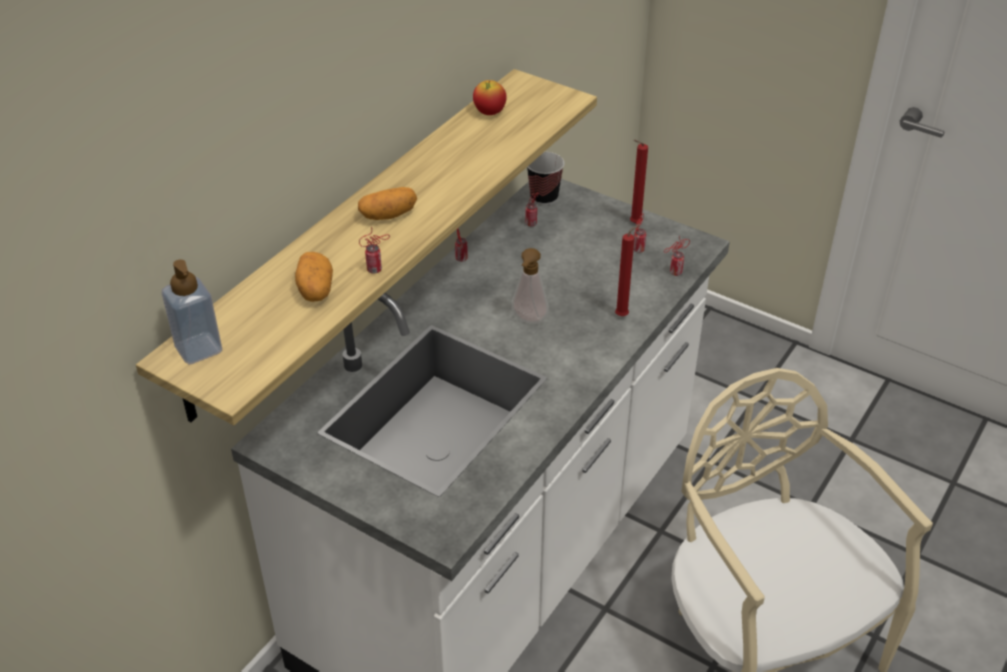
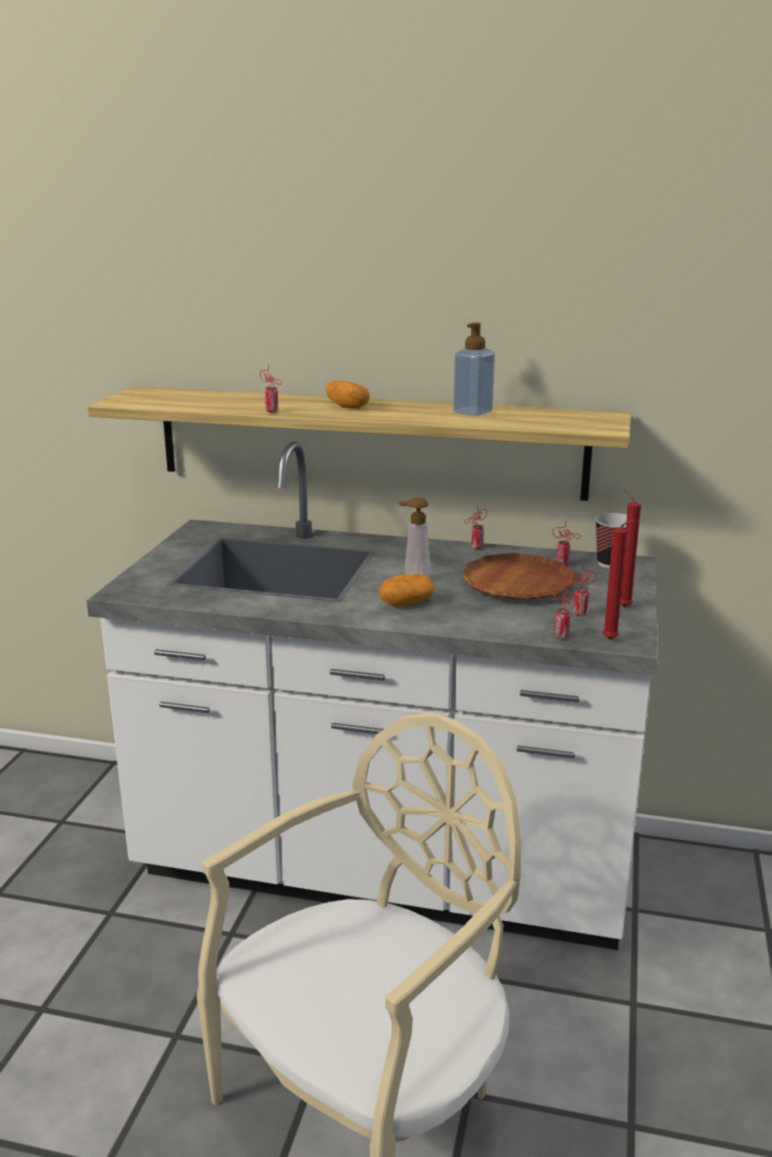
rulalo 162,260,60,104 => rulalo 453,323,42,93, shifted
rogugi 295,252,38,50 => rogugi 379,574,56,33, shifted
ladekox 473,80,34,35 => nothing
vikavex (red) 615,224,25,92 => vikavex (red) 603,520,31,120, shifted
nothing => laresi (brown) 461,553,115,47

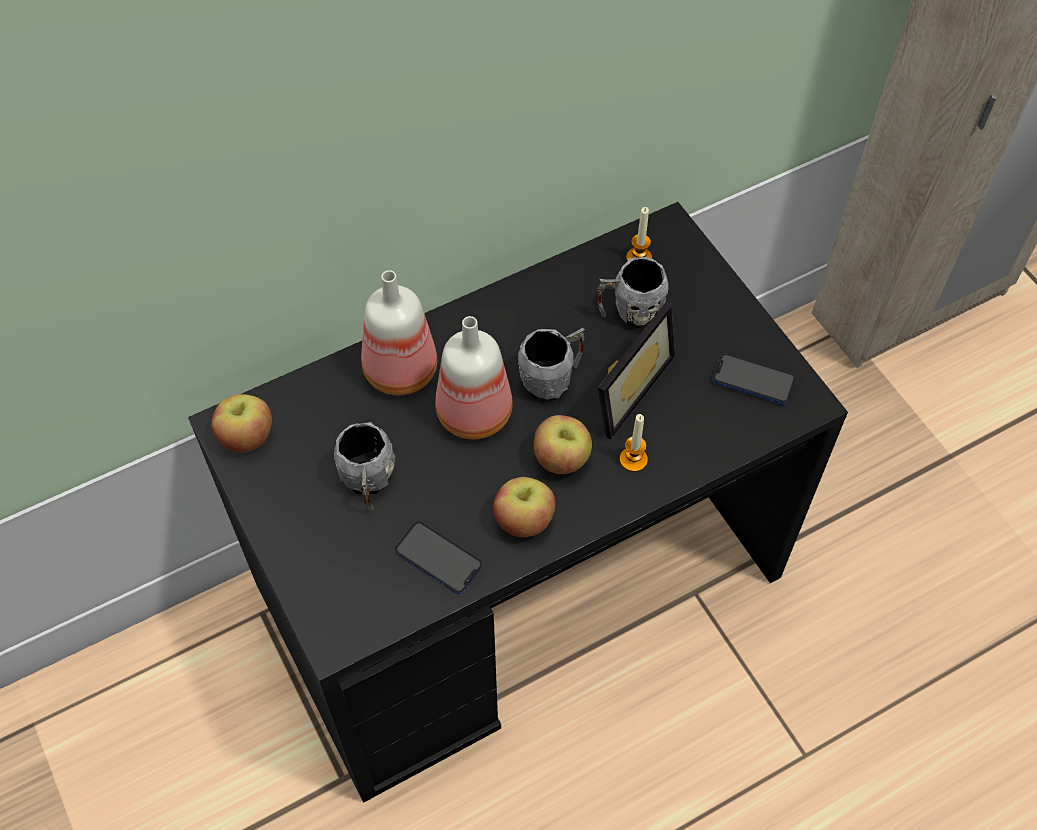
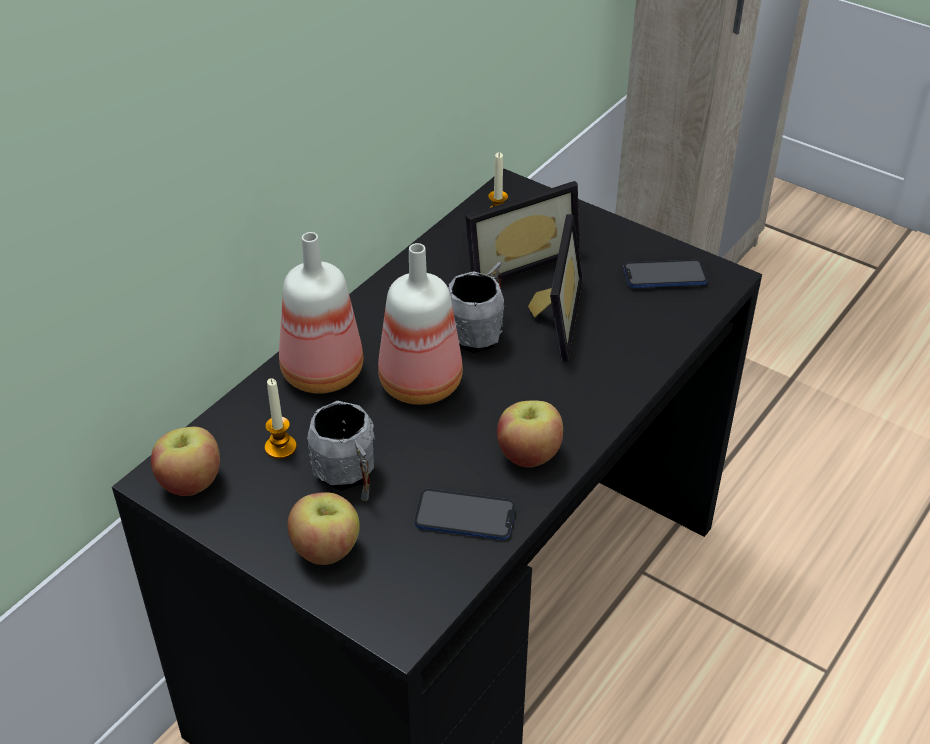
ladekox 534,415,58,59 => ladekox 288,492,72,73, shifted
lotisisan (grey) 598,257,71,71 => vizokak 465,181,115,99
vikavex 620,414,28,58 => vikavex 265,378,32,81, shifted

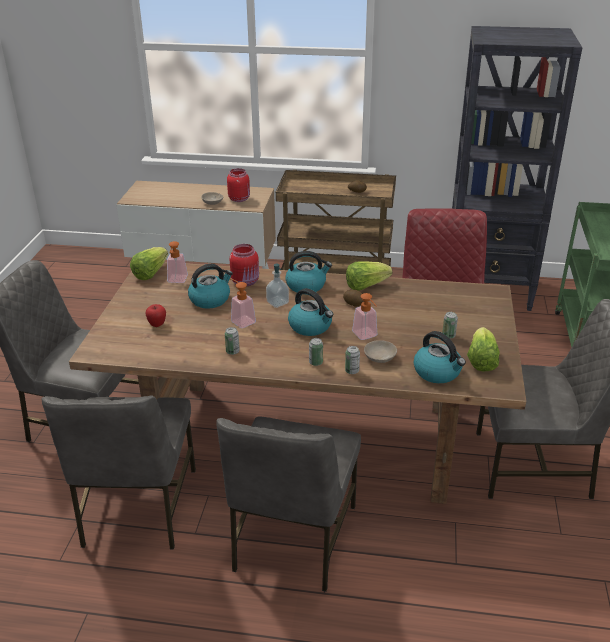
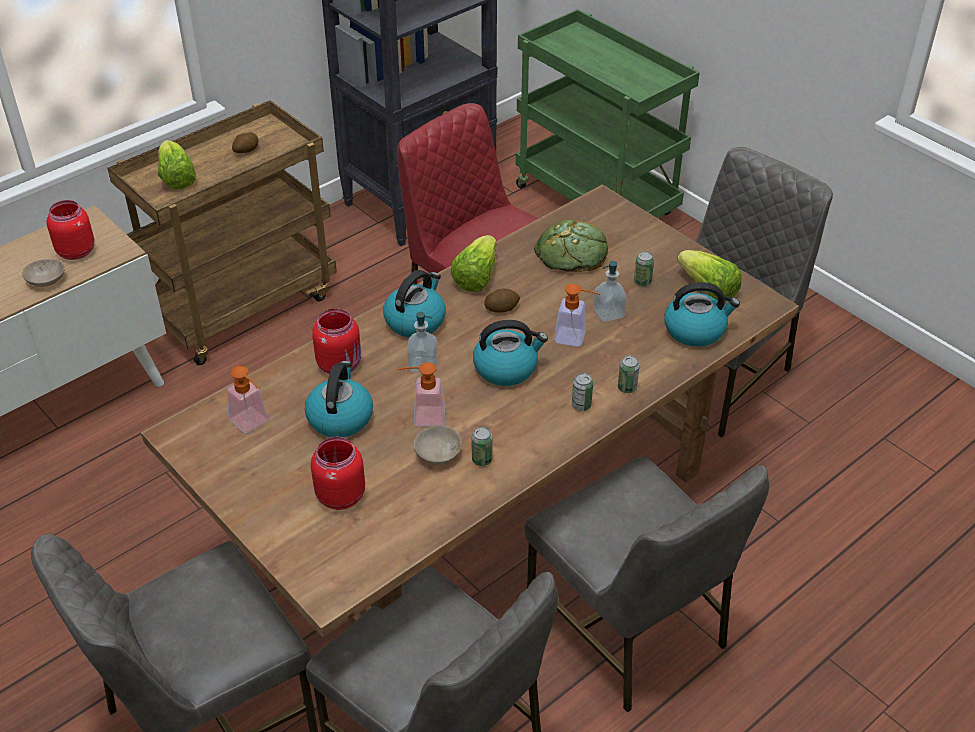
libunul 130,247,38,33 => libunul 158,140,38,49, shifted
ladekox 146,304,20,23 => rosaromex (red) 311,437,54,73
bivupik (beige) 364,340,33,23 => bivupik (beige) 413,425,49,39, shifted
nothing => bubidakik 534,220,74,52
nothing => rulalo 593,261,34,61

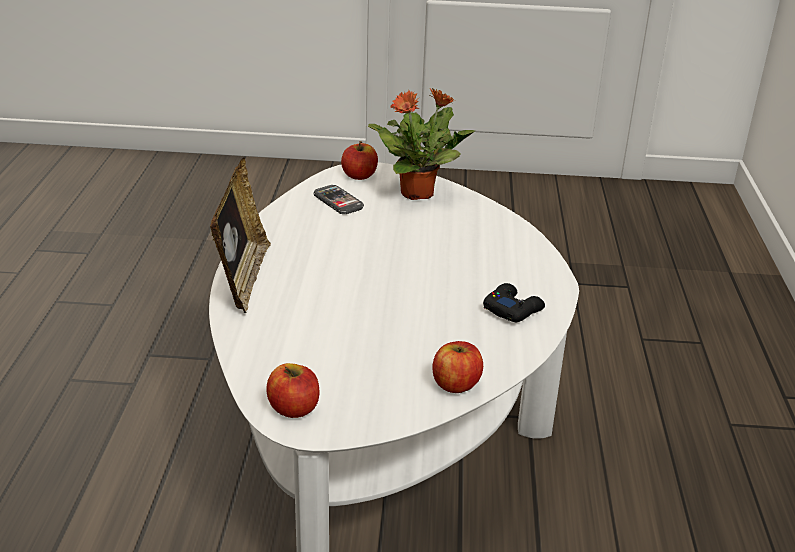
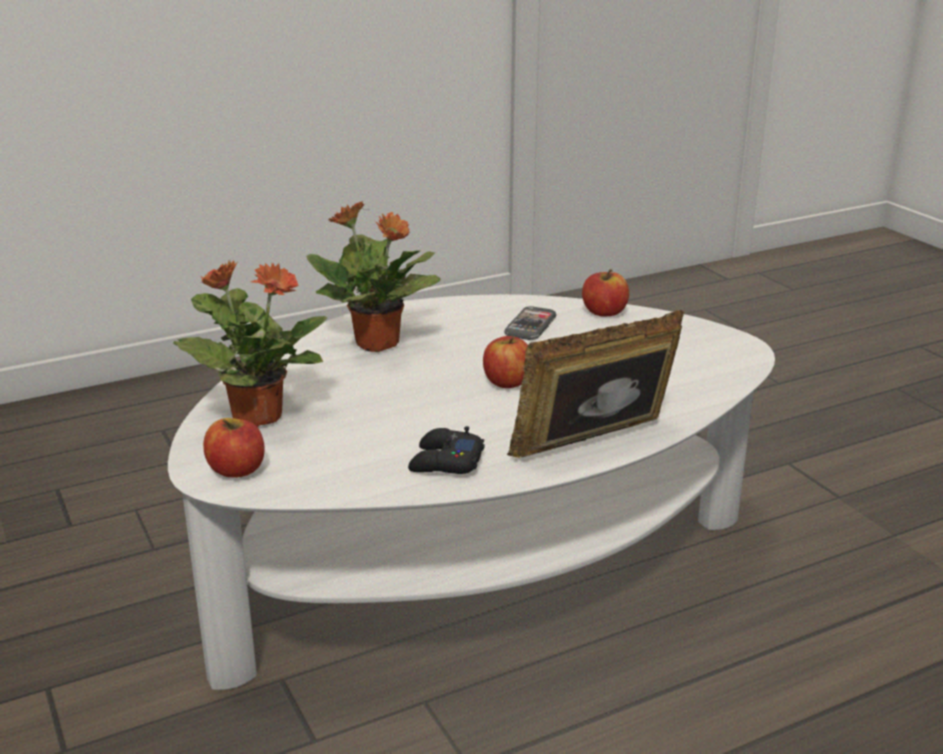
ladekox 266,363,53,55 => ladekox 483,336,45,52, shifted
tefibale 313,185,51,29 => tefibale 504,306,52,34, shifted
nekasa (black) 483,283,62,39 => nekasa (black) 408,426,76,48, shifted
nothing => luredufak 306,201,135,151

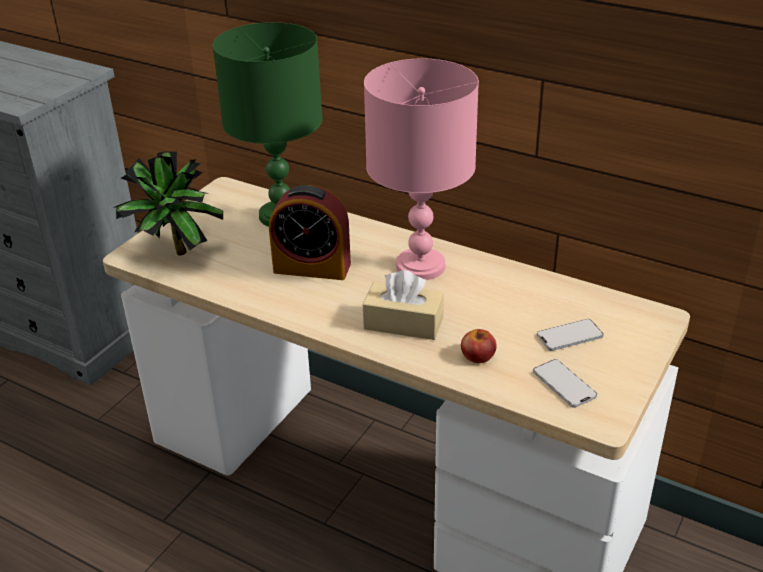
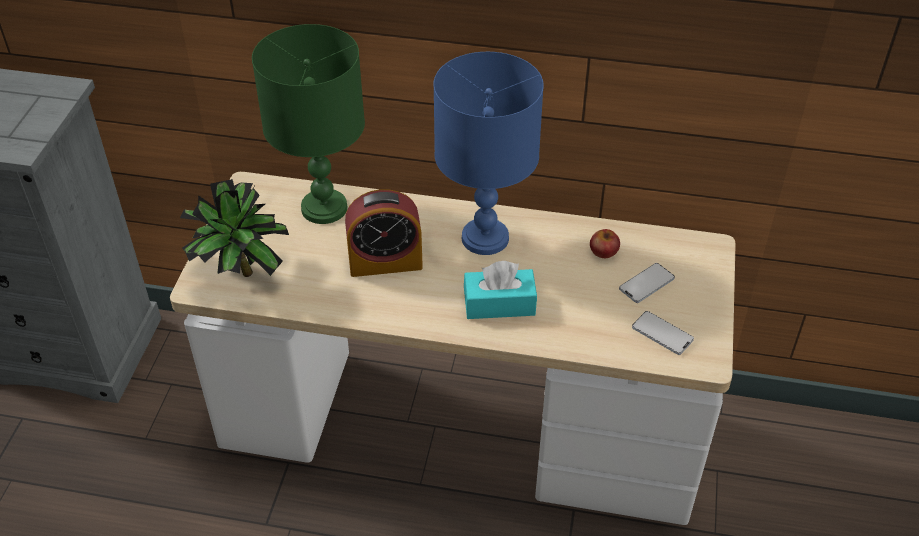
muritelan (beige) 363,270,81,70 => muritelan (turquoise) 464,261,73,58
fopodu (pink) 364,58,115,222 => fopodu (blue) 433,52,111,203
ladekox 461,329,36,34 => ladekox 590,229,30,29, shifted

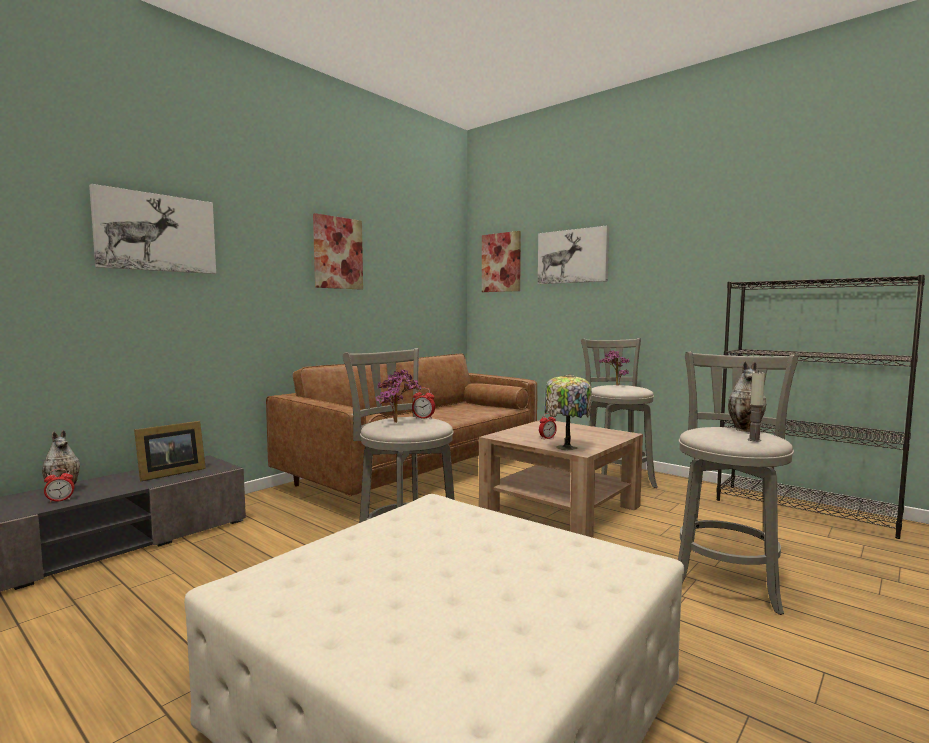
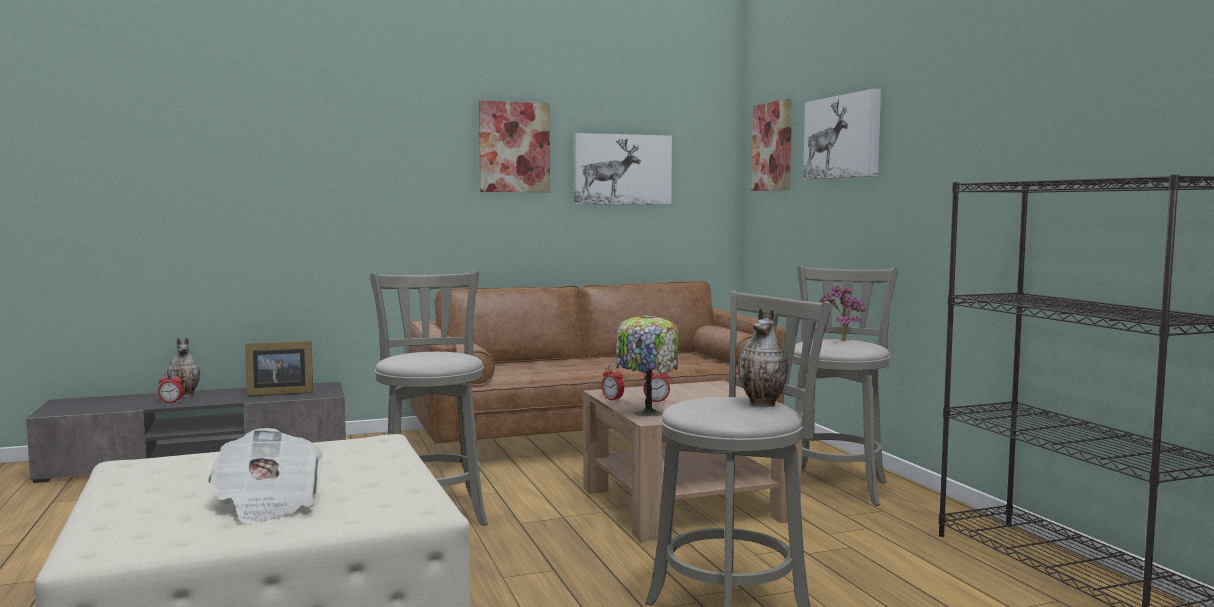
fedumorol 89,184,127,90 => fedumorol 574,133,98,71, shifted
luredufak 375,369,46,54 => nothing
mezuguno 412,388,23,31 => mezuguno 602,365,22,37, shifted
vikavex 748,371,17,71 => nothing
nothing => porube 208,428,115,96

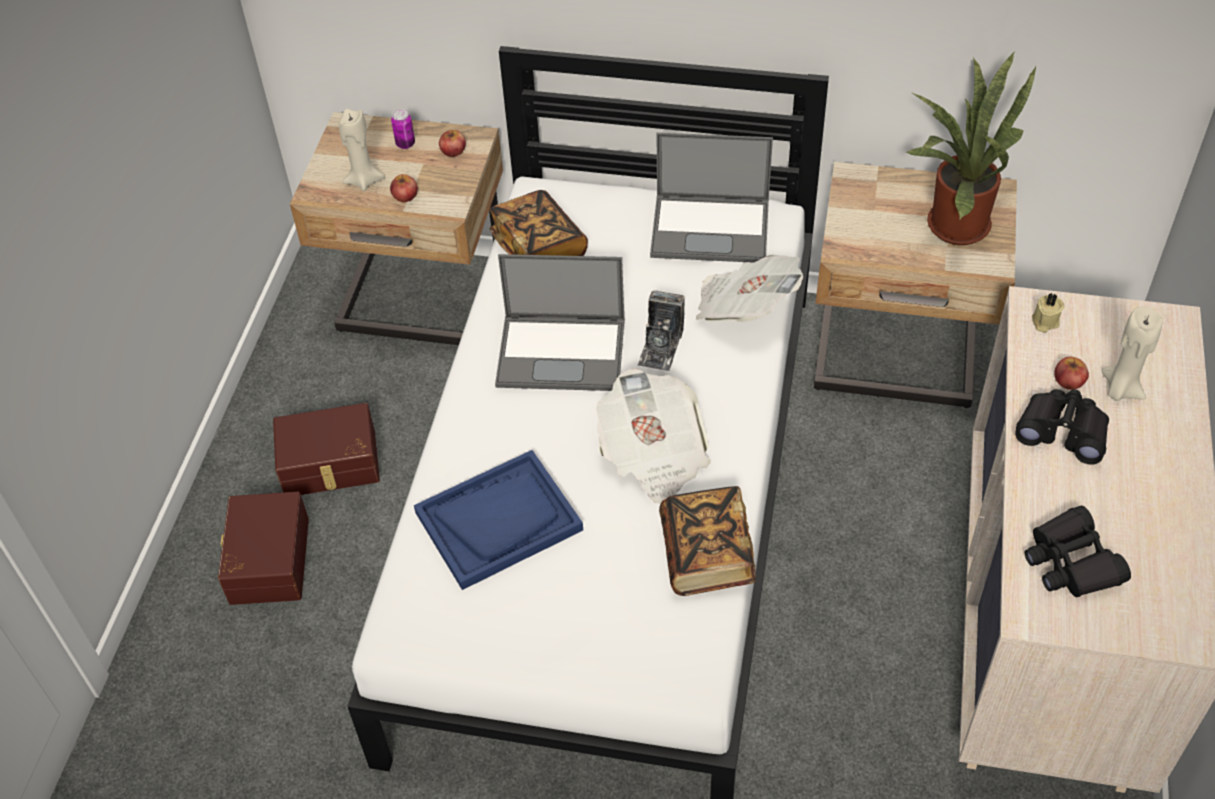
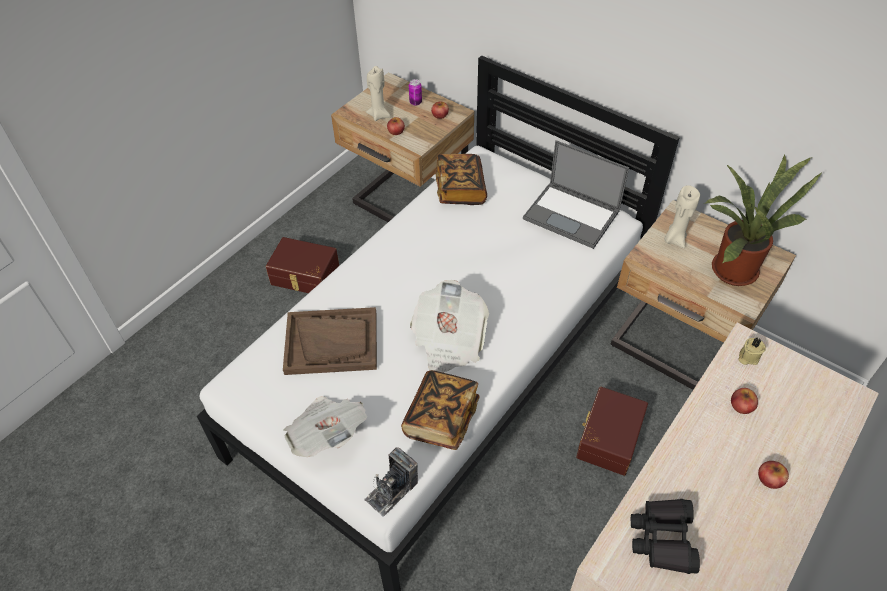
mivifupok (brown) 218,492,91,113 => mivifupok (brown) 576,387,72,89, shifted
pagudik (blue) 414,450,169,140 => pagudik (brown) 283,307,94,68
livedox 495,254,129,137 => nothing
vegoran 638,290,47,81 => vegoran 364,447,54,70, shifted
porube 696,255,107,67 => porube 283,396,84,61, shifted
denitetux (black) 1015,389,94,75 => nothing
vikavex (beige) 1102,307,60,94 => vikavex (beige) 664,185,36,63, shifted
nothing => ladekox 758,461,31,28

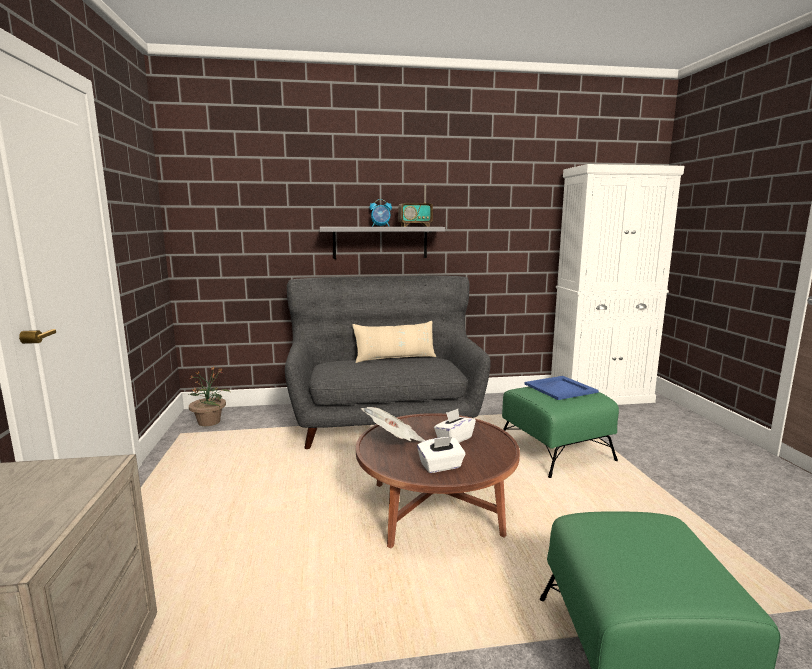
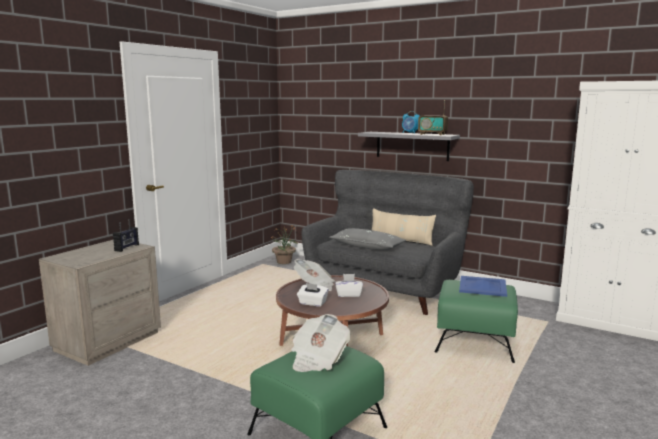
nothing => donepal 113,219,26,33
nothing => porube 291,314,60,58
nothing => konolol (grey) 329,228,77,22

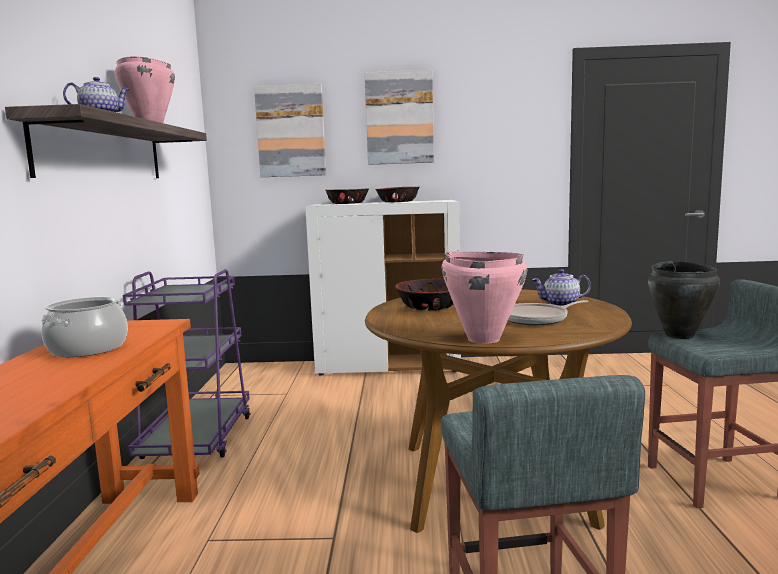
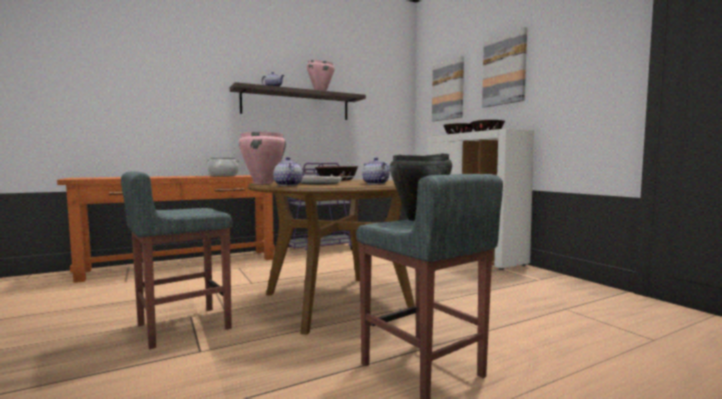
nothing => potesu 273,157,30,29

